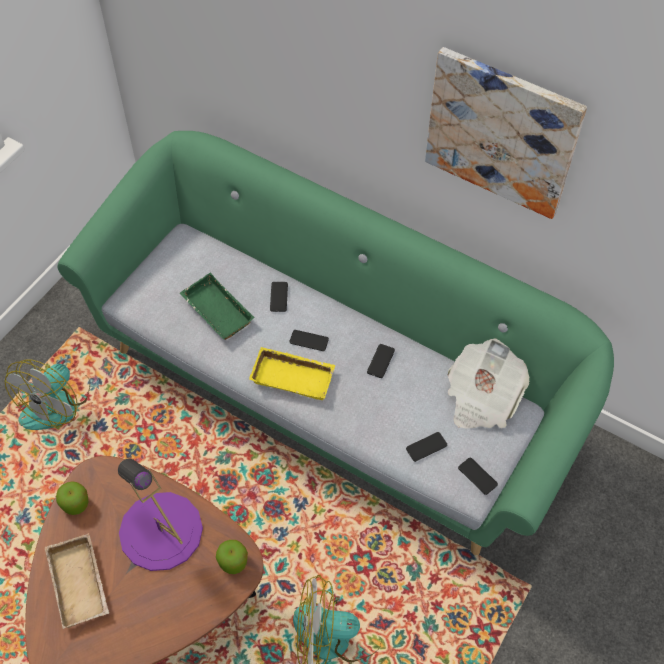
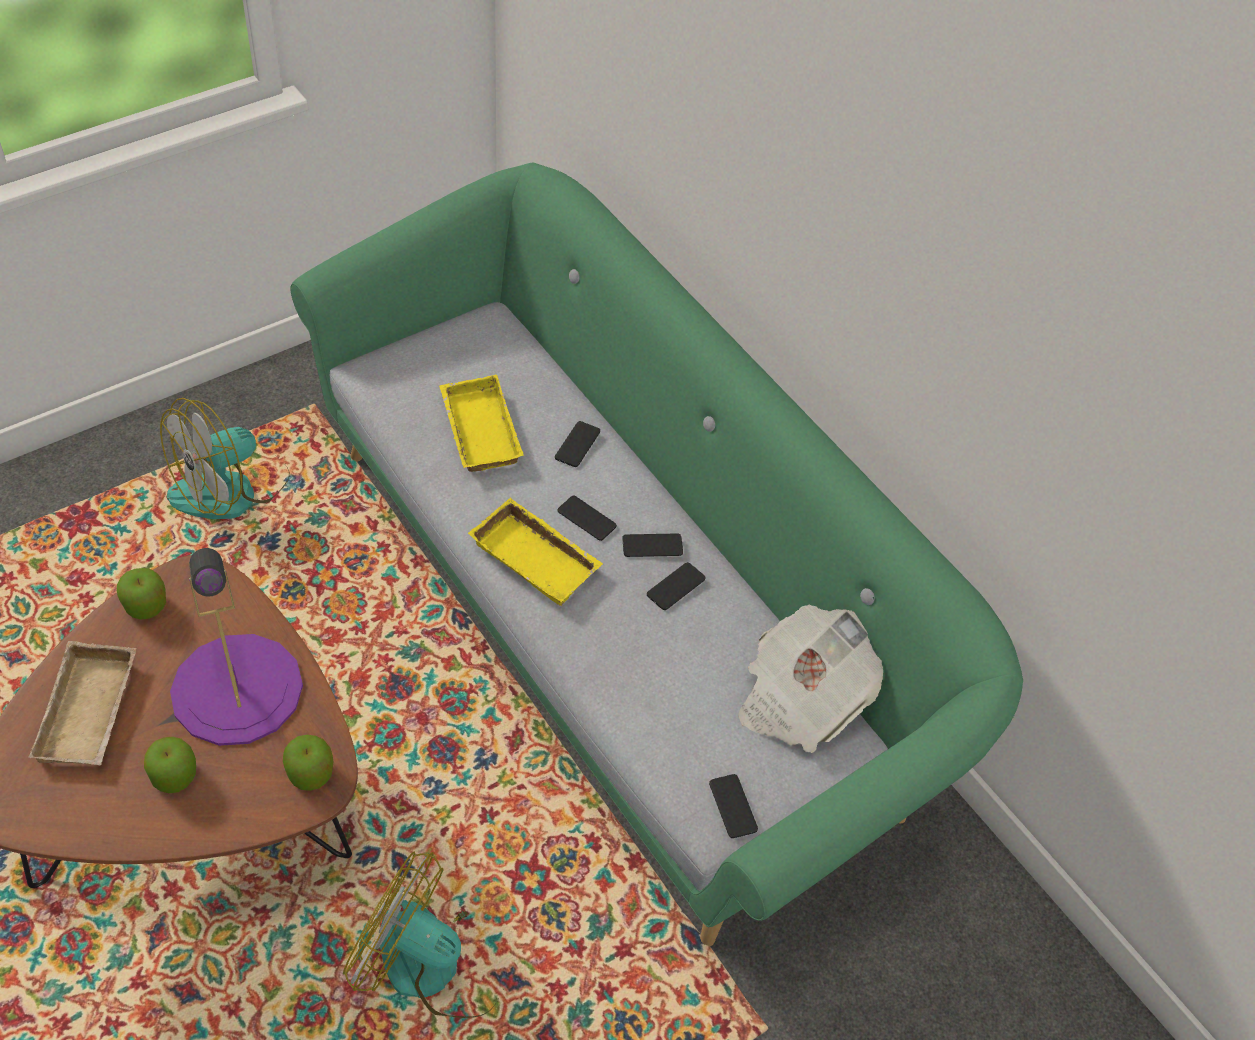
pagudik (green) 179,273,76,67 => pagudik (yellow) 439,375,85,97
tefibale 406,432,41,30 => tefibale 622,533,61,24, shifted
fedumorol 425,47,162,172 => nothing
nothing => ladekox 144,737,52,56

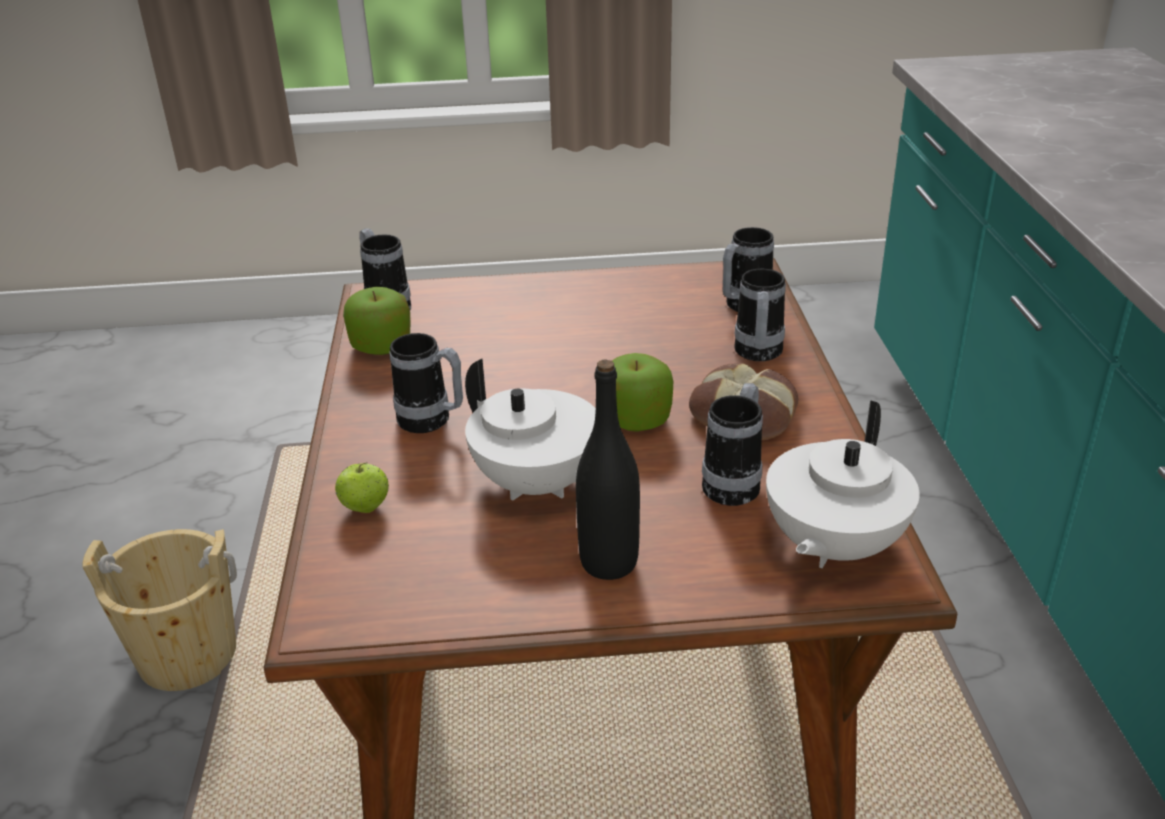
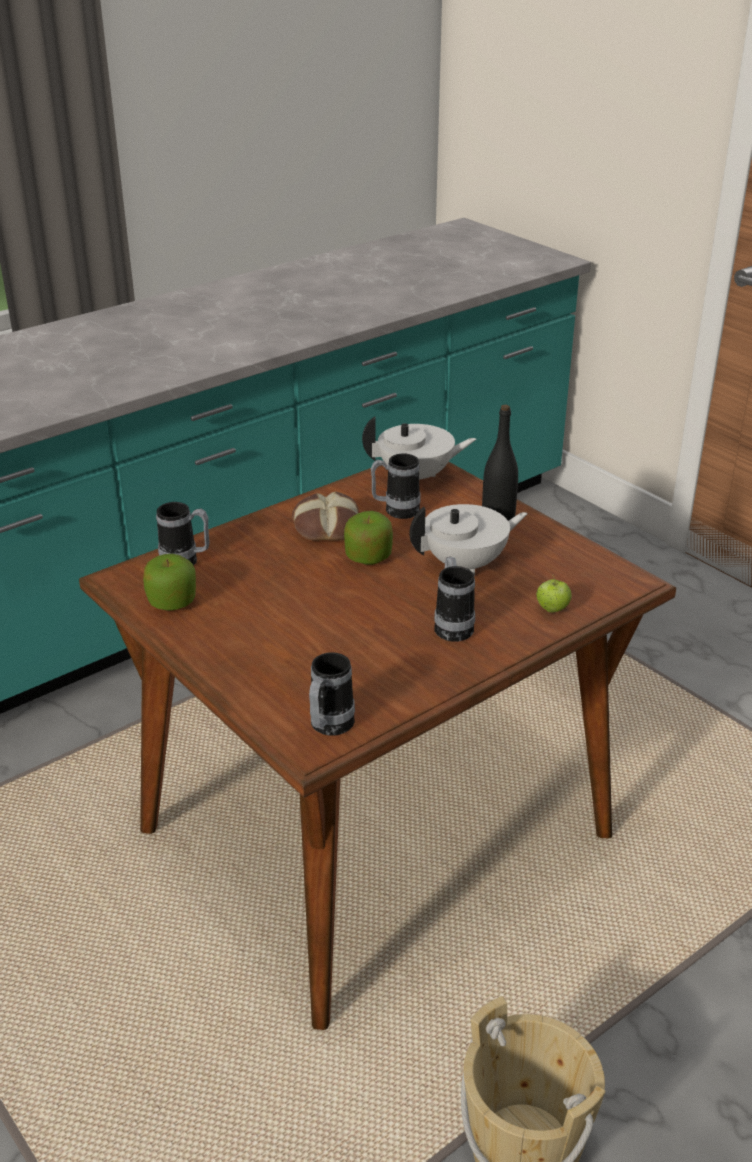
ladekox 343,287,67,68 => ladekox 143,554,53,57, shifted
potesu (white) 465,359,131,142 => potesu (white) 409,504,119,72, 60 degrees clockwise
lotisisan 734,269,52,92 => nothing

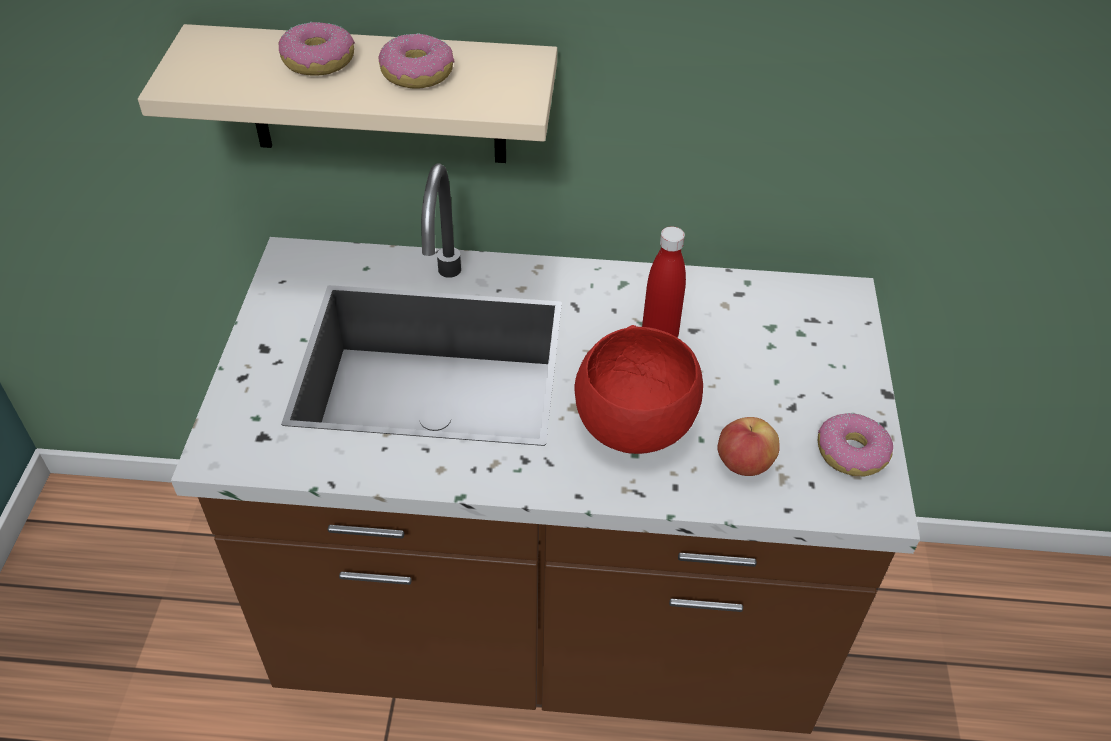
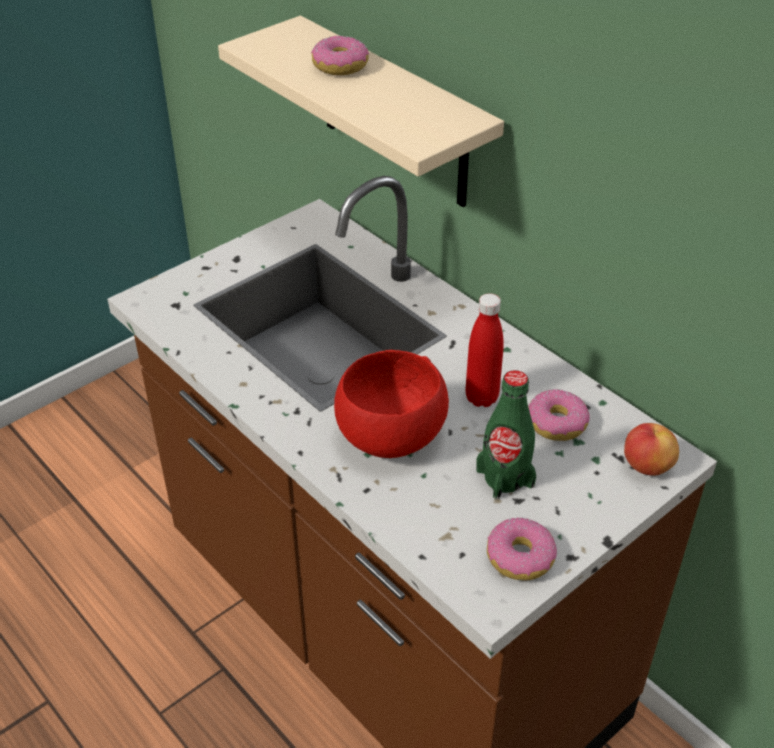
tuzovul 379,33,75,55 => tuzovul 528,389,62,52, shifted
ladekox 717,417,63,59 => ladekox 624,423,55,53, shifted
nothing => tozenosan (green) 476,370,60,129

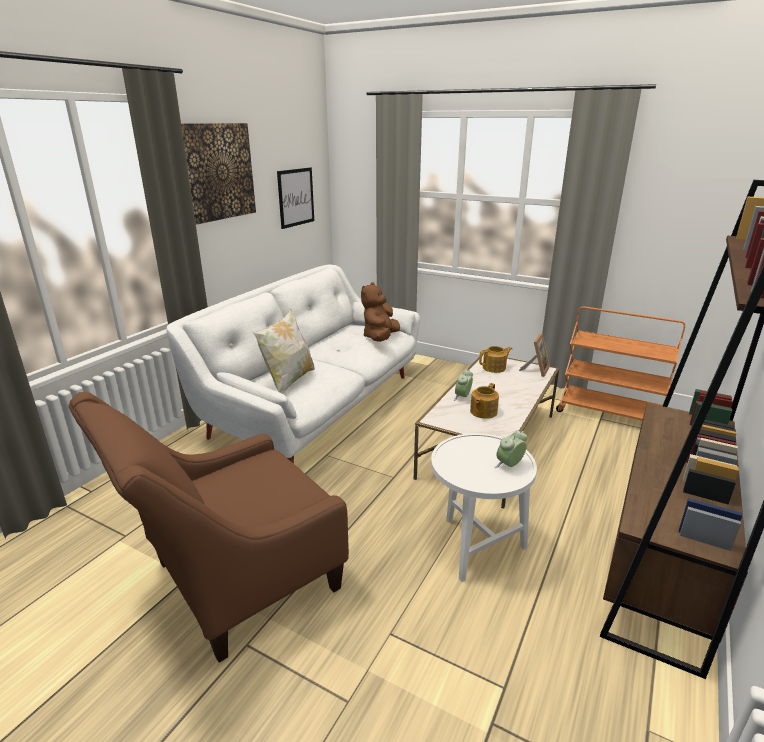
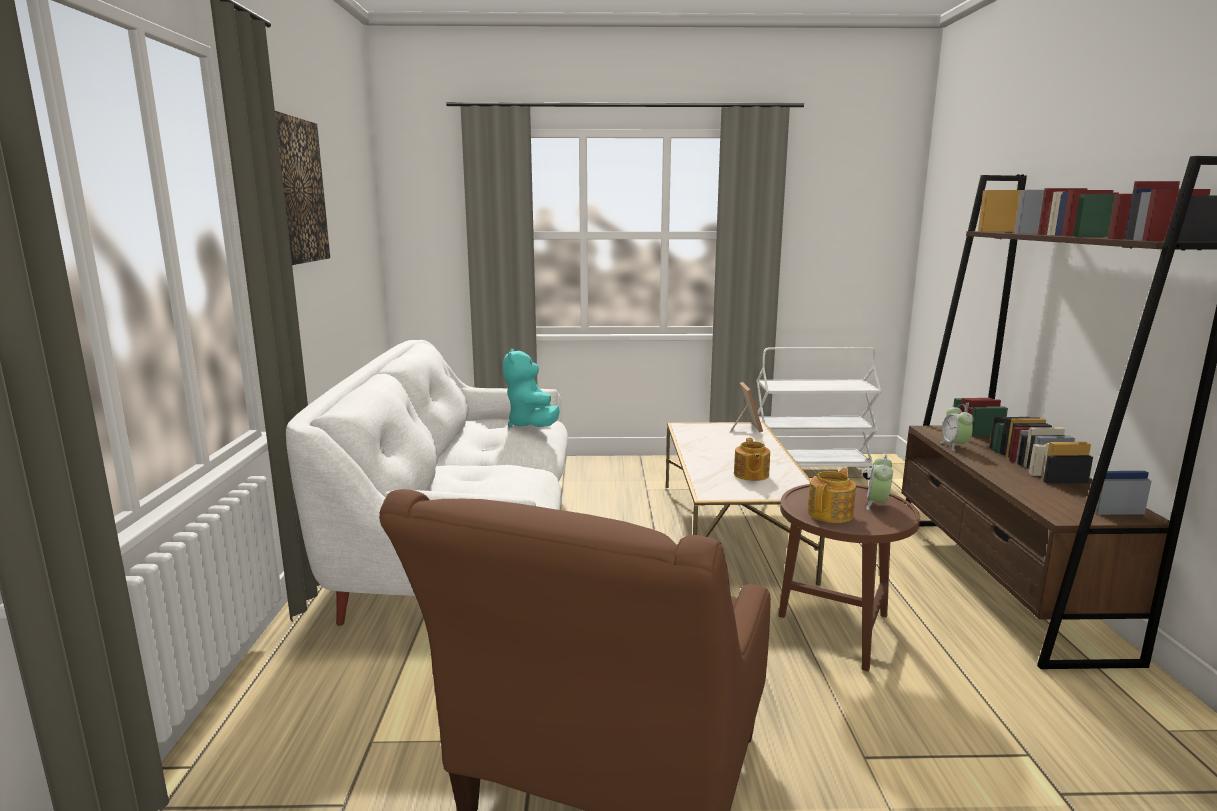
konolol 253,309,62,85 => nothing
fedumorol 277,167,37,62 => nothing
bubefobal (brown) 361,282,39,60 => bubefobal (turquoise) 503,349,57,78
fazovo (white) 431,433,106,149 => fazovo (brown) 778,484,142,188
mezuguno 454,369,19,32 => mezuguno 940,404,34,47, shifted
potesu 479,346,33,27 => potesu 807,468,49,55, shifted
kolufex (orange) 556,306,129,115 => kolufex (white) 757,347,125,133

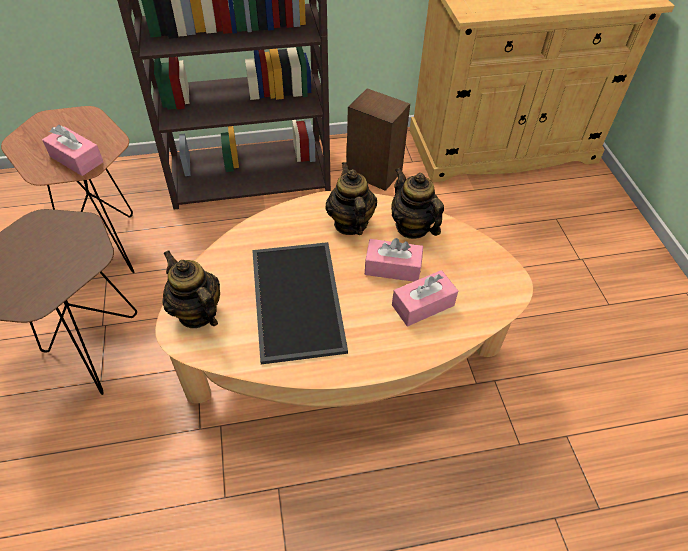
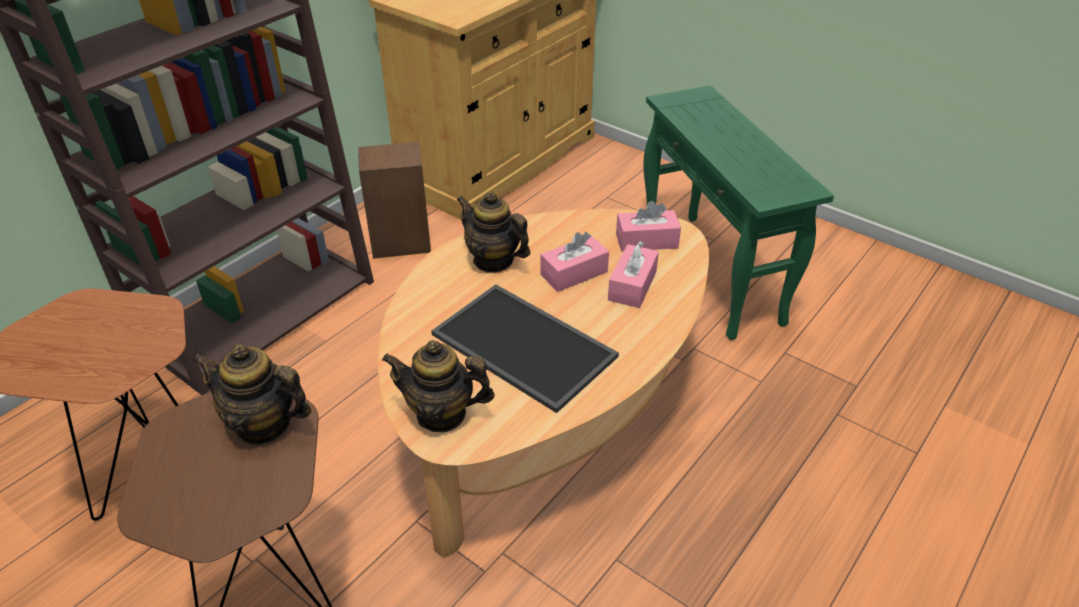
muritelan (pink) 42,125,61,51 => muritelan (pink) 616,201,65,51, shifted
potesu 391,168,53,71 => potesu 192,344,120,101, shifted
nothing => fazovo (green) 643,85,191,255

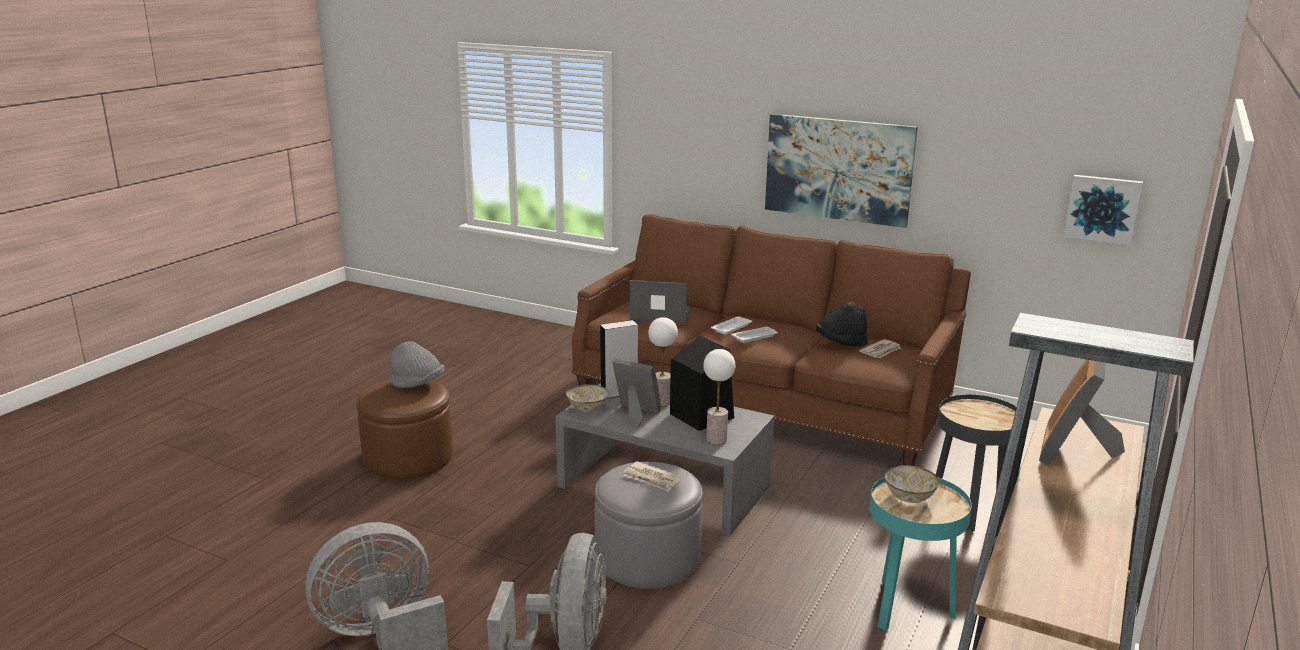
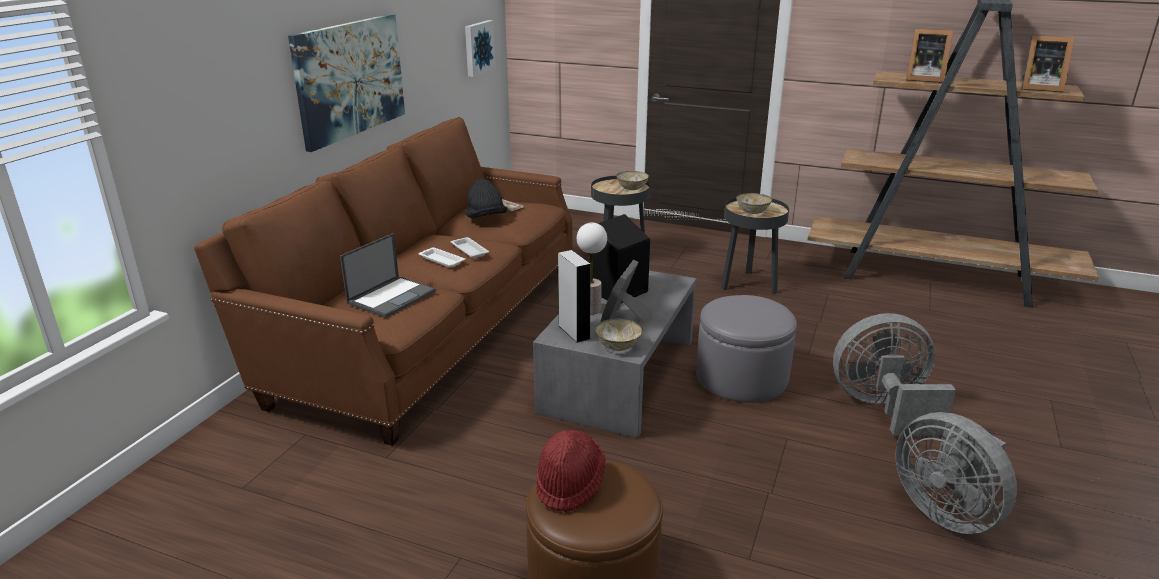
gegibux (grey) 390,341,55,47 => gegibux (red) 536,430,70,82
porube 623,461,58,31 => nothing
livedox 630,280,62,44 => livedox 340,233,96,85, 150 degrees counterclockwise
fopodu 703,349,32,96 => nothing
fazovo (turquoise) 870,477,102,154 => fazovo (black) 721,198,68,96
nothing => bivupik 616,171,33,19
nothing => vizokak 1021,35,54,57

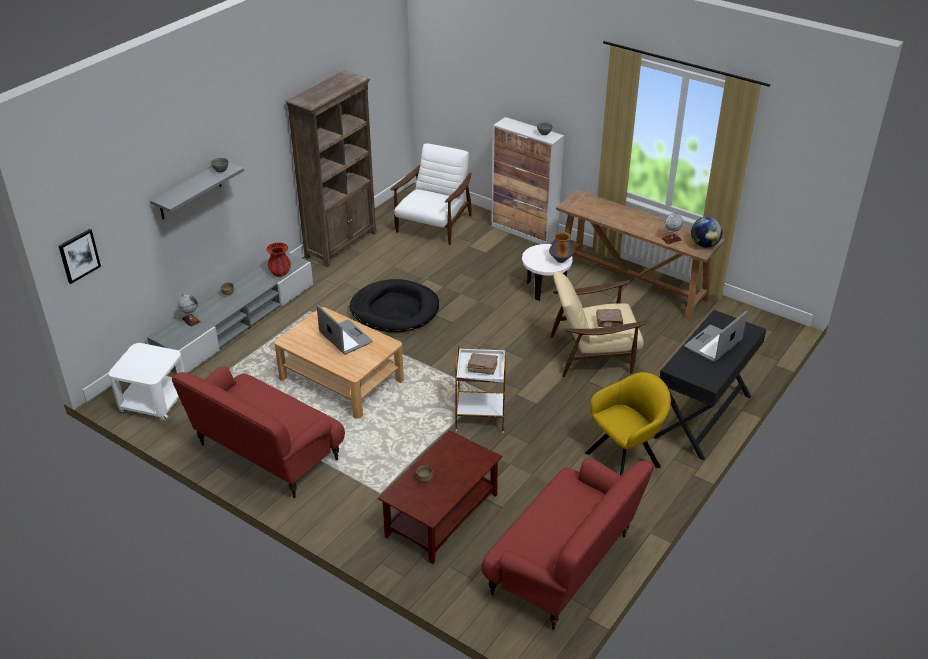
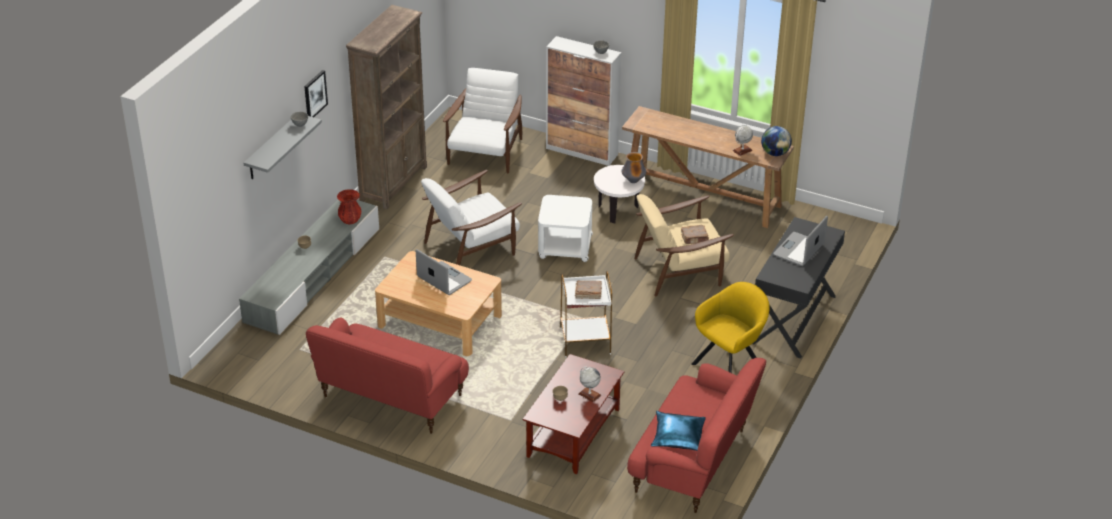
fedumorol 59,229,42,55 => fedumorol 304,70,24,47, shifted
fazovo (white) 109,343,76,78 => fazovo (white) 538,195,55,67, shifted
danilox 178,294,23,33 => danilox 578,367,23,35, shifted
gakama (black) 350,279,89,53 => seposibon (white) 421,170,101,95
nothing => konolol (blue) 651,411,55,40

